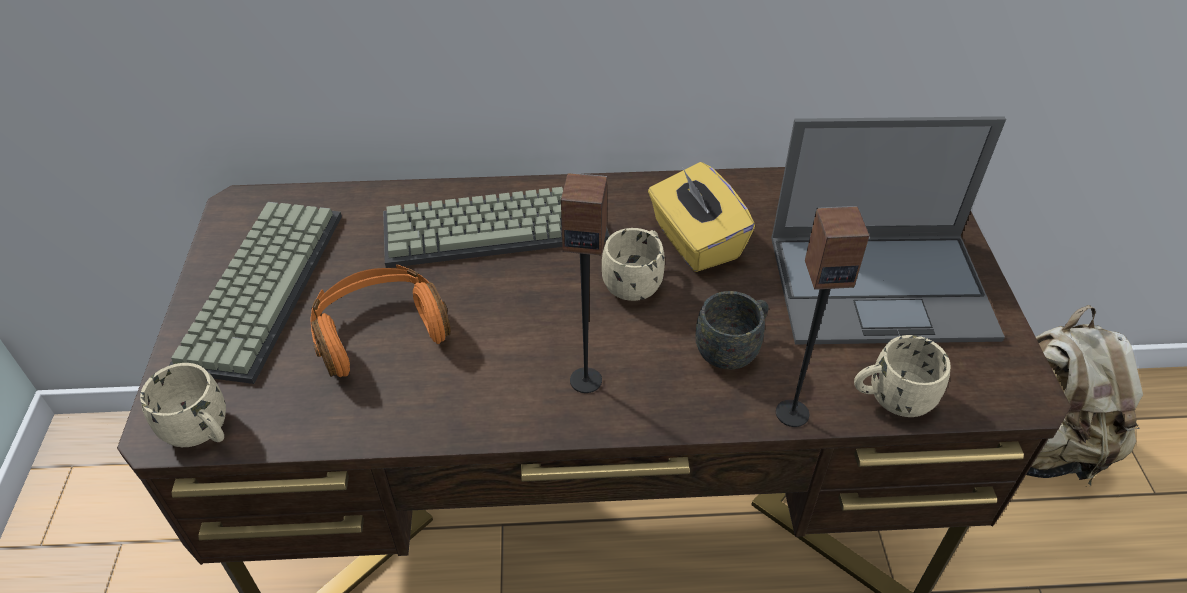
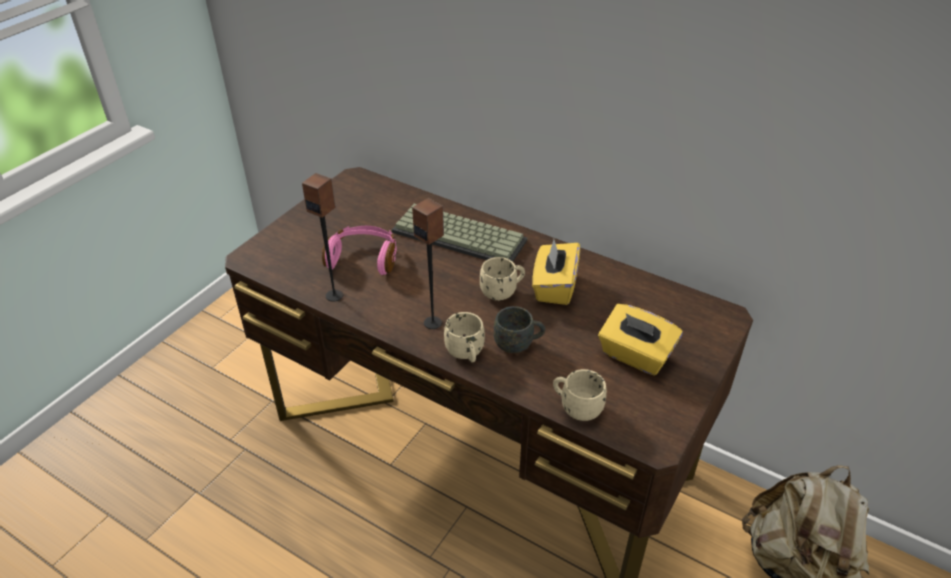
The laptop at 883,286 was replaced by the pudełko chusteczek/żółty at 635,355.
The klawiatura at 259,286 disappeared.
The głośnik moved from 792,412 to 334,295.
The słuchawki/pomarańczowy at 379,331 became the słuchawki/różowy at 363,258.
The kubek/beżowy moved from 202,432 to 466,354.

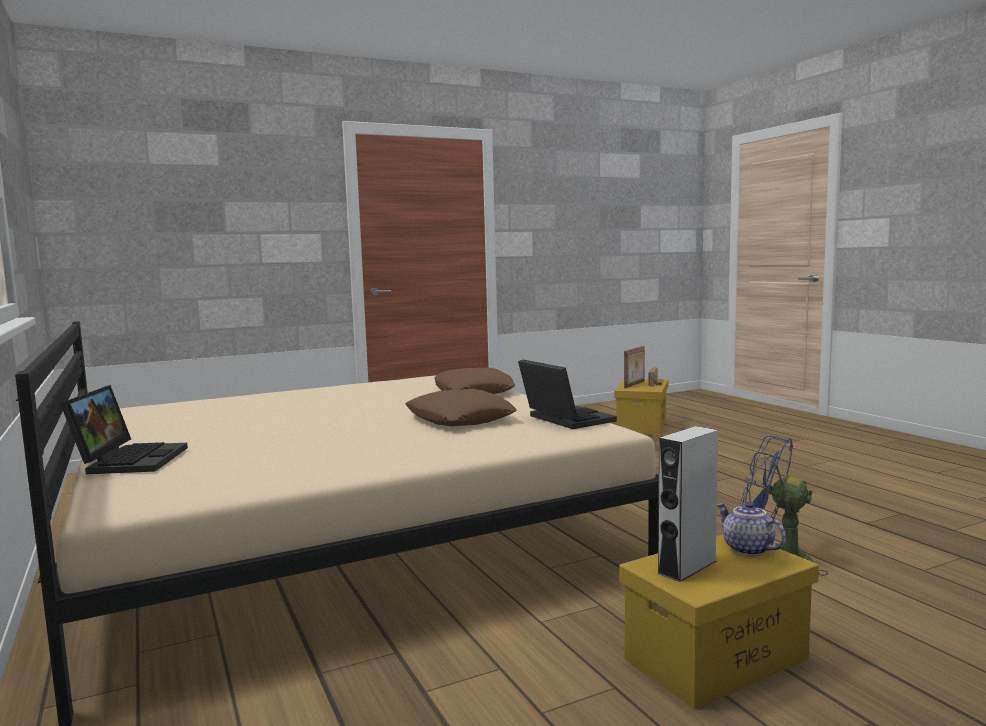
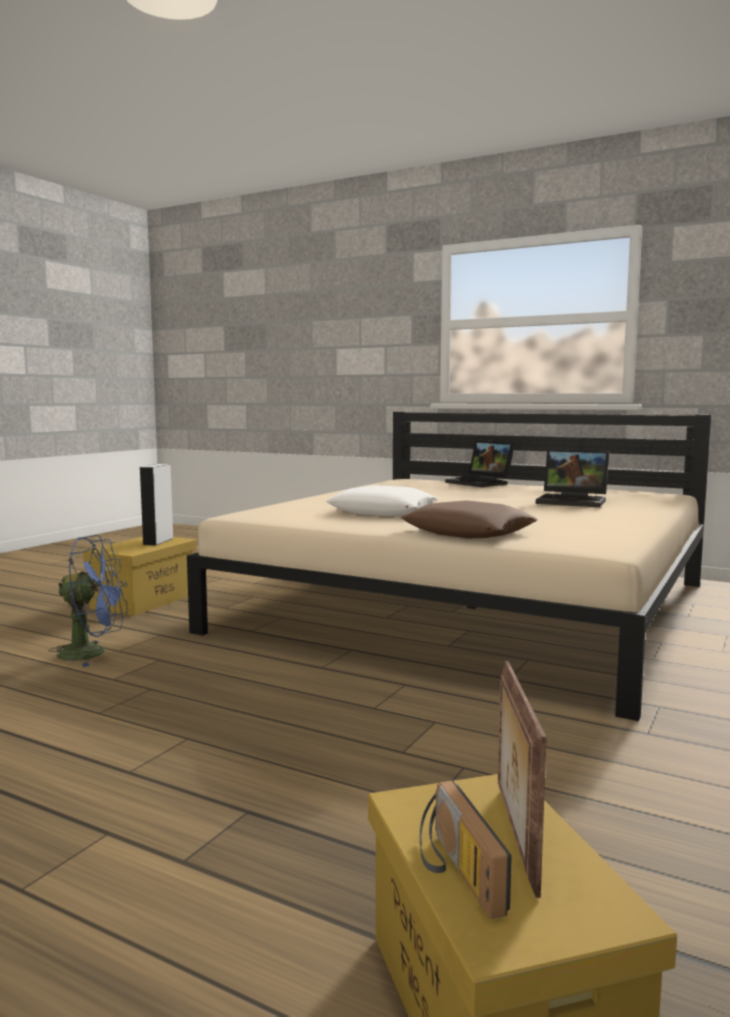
The laptop moved from 563,419 to 574,501.
The poduszka/brązowy at 459,419 became the poduszka/biały at 382,511.
The imbryk at 747,549 disappeared.

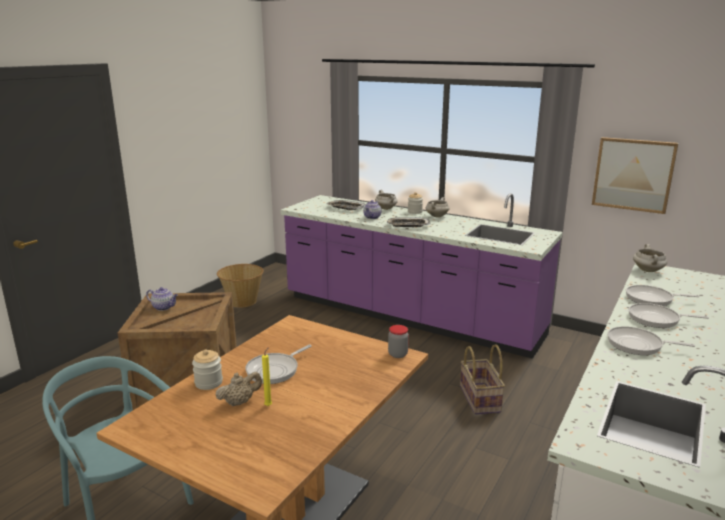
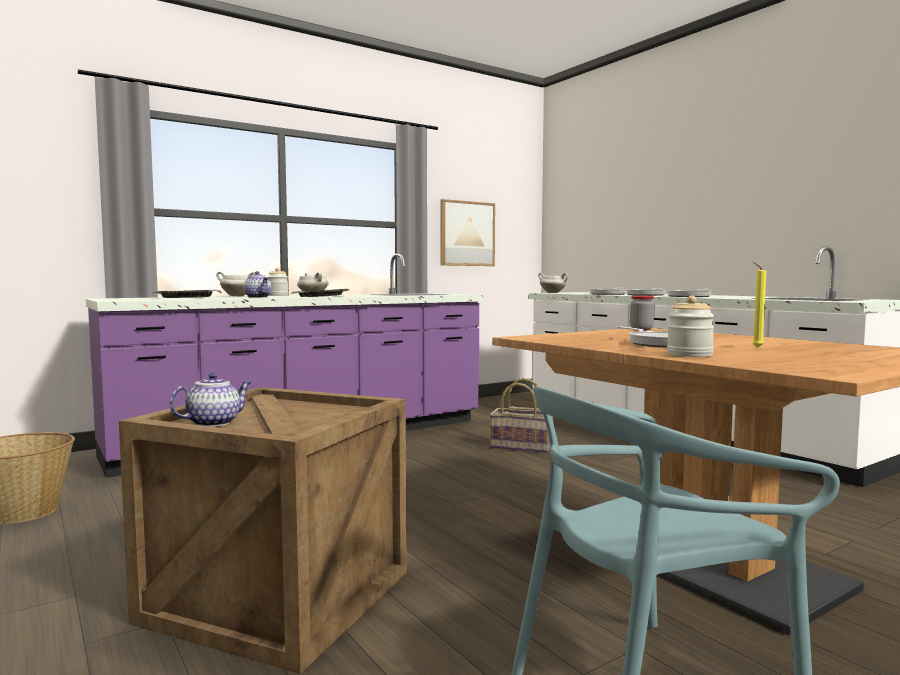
The imbryk/beżowy at 240,402 disappeared.

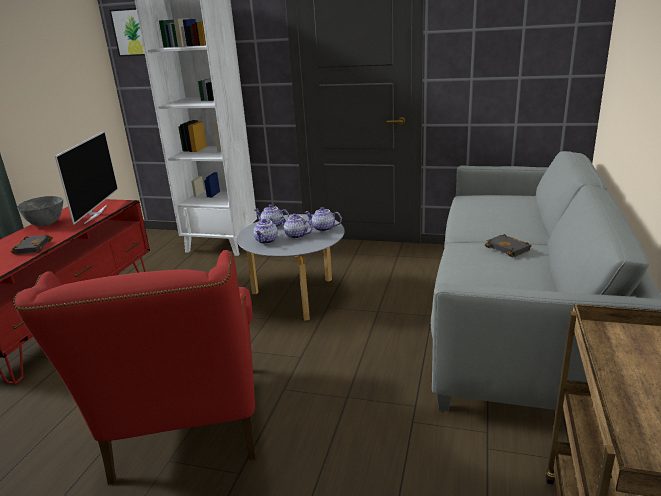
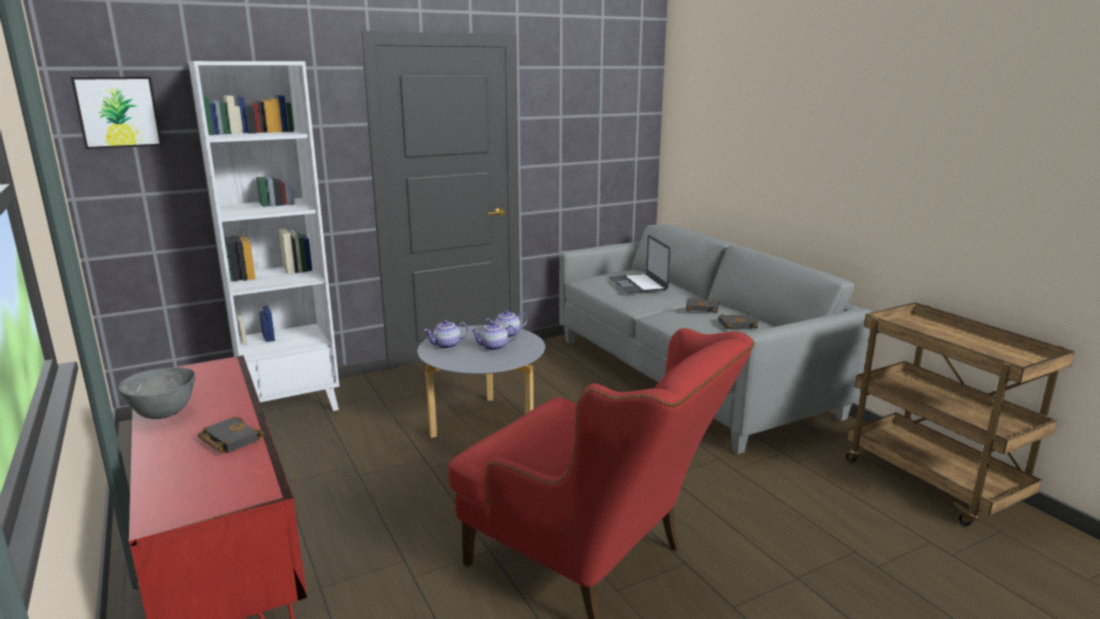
The telewizor at 95,214 disappeared.
The imbryk at 266,241 disappeared.
The laptop at 638,284 appeared.
The książka/czarny at 738,324 appeared.

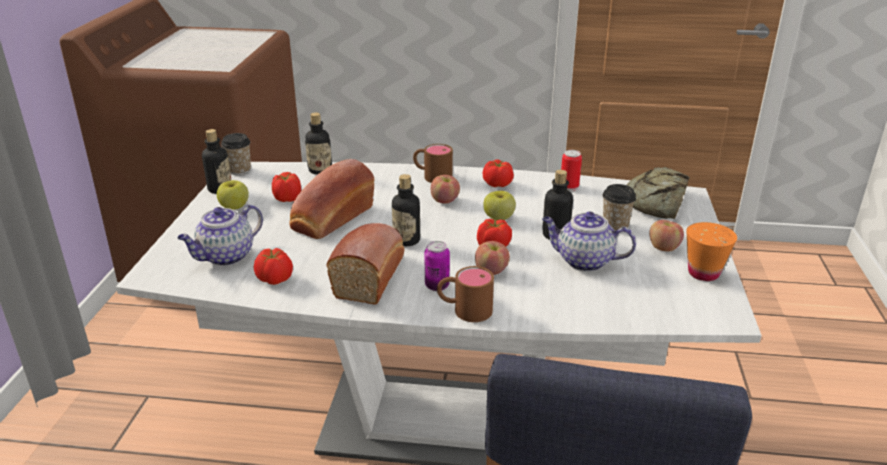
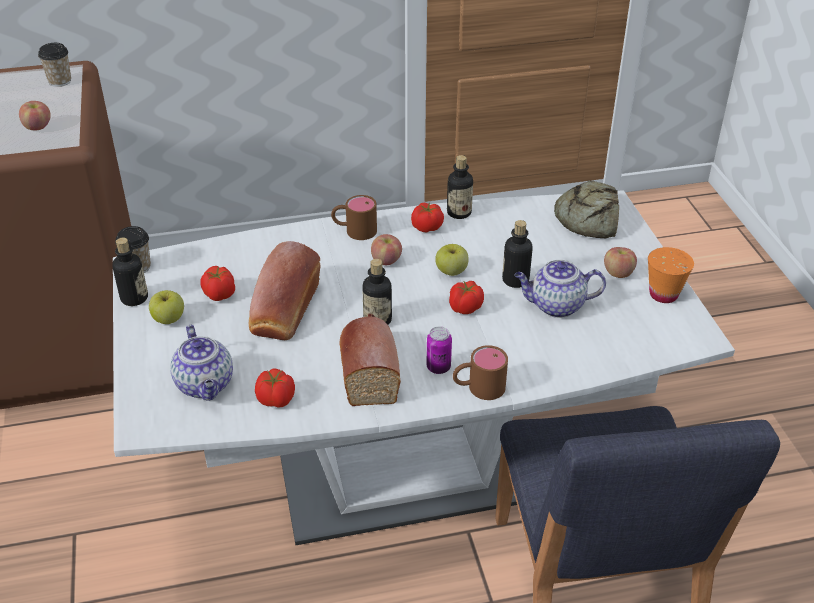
The butelka moved from 320,170 to 459,213.
The puszka at 569,187 disappeared.
The filiżanka moved from 615,226 to 60,81.
The imbryk at 225,257 turned 45 degrees counterclockwise.
The jabłko moved from 491,271 to 38,127.

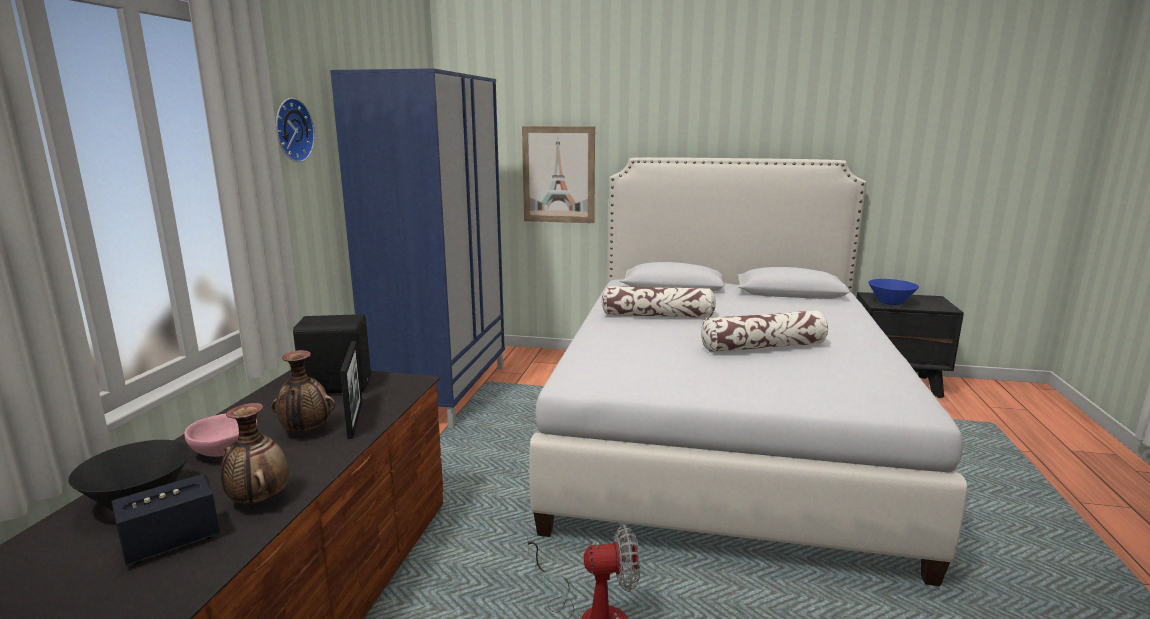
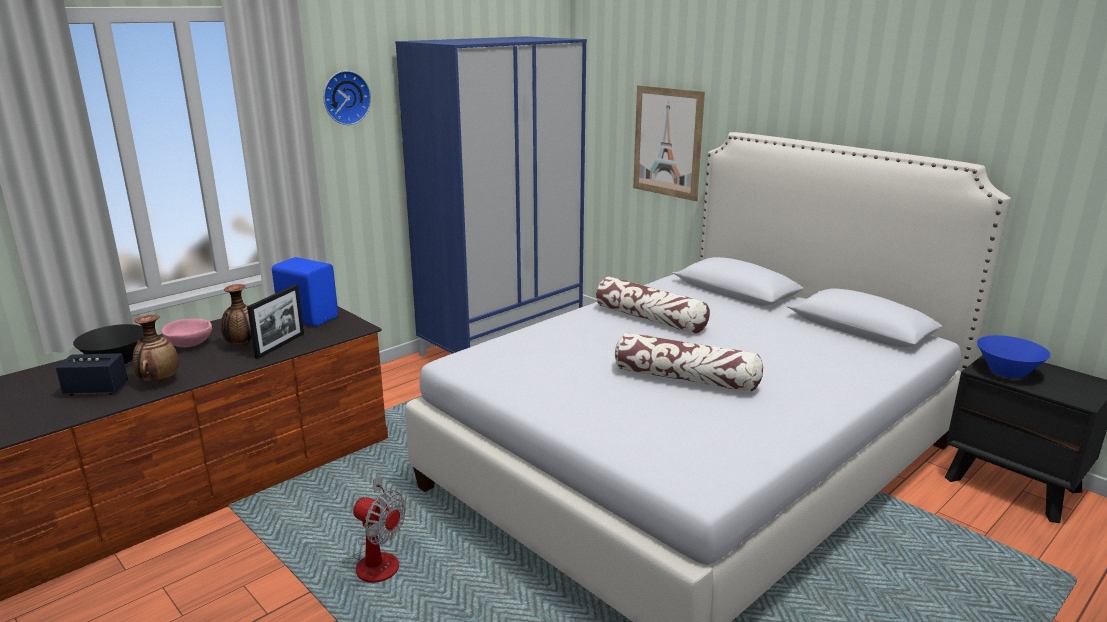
The głośnik/czarny at 336,386 became the głośnik/niebieski at 309,317.

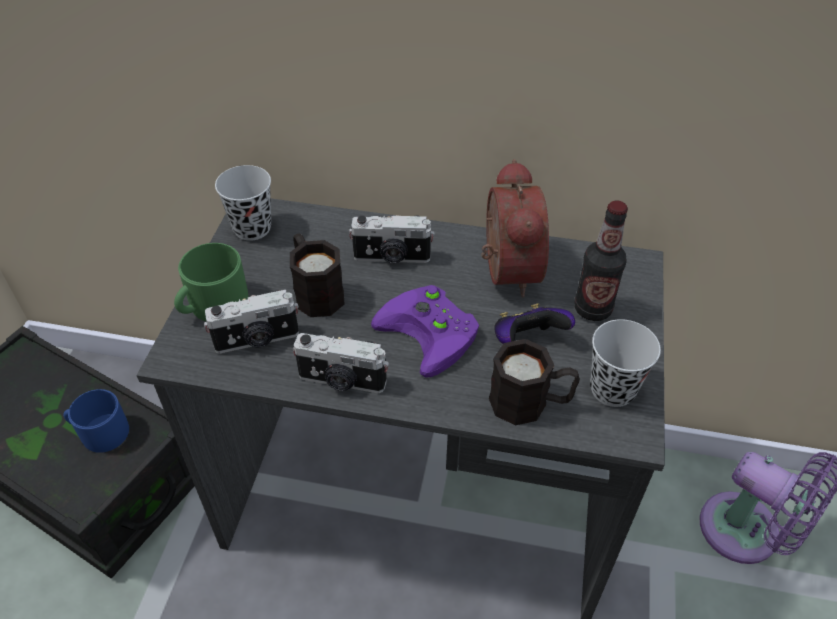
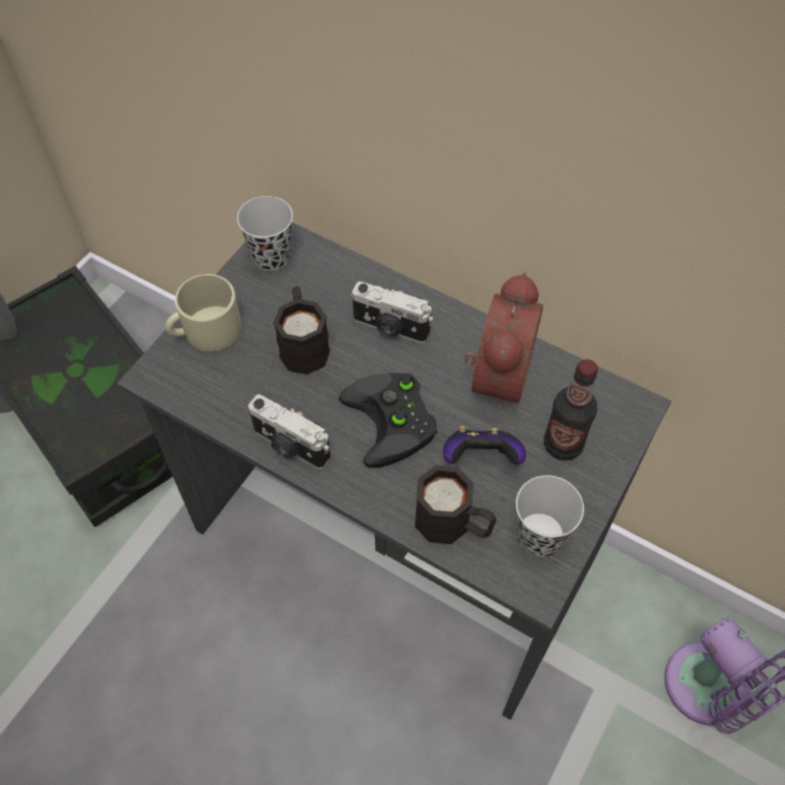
The kubek/zielony at 213,305 became the kubek/beżowy at 206,331.
The pad do gier/fioletowy at 433,333 became the pad do gier/czarny at 394,422.
The aparat fotograficzny at 257,340 disappeared.
The kubek/niebieski at 99,432 disappeared.

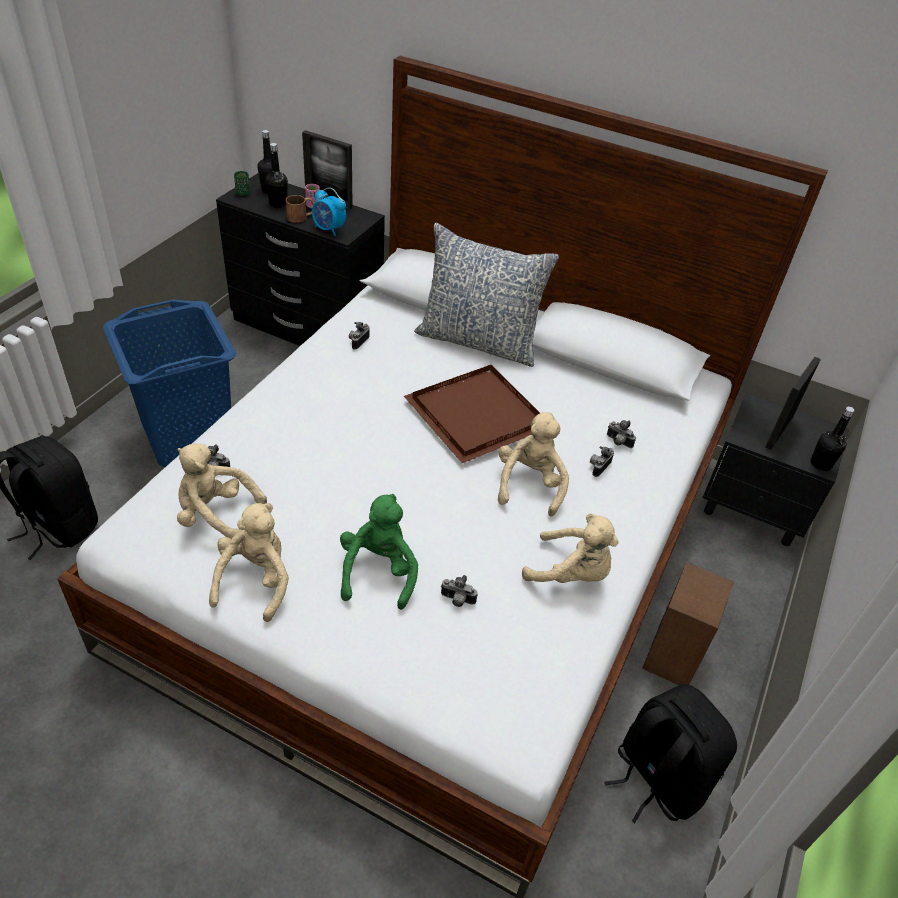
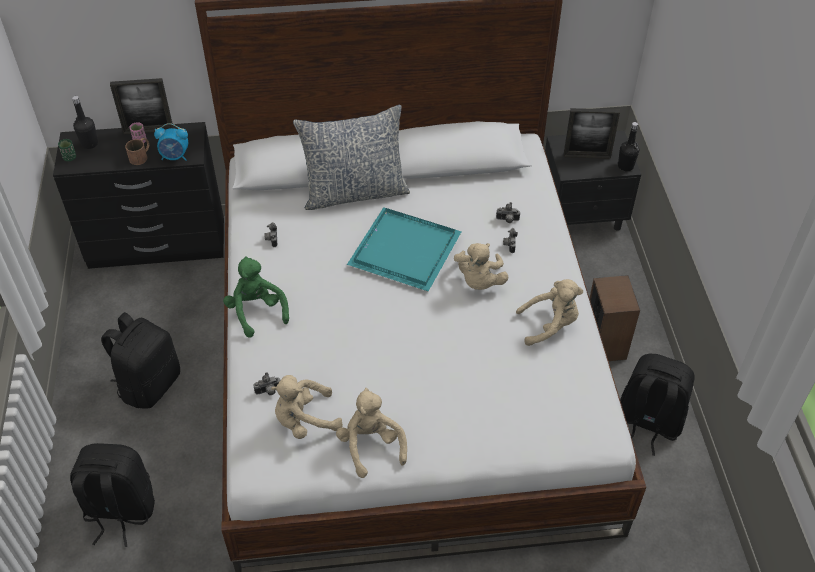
The butelka/czarny at 278,204 disappeared.
The kosz na pranie/niebieski at 188,435 was replaced by the plecak/czarny at 149,384.
The ramka na zdjęcie at 779,432 turned 90 degrees counterclockwise.
The taca/brązowy at 477,413 became the taca/turkusowy at 404,249.
The pluszak/beżowy at 530,484 turned 150 degrees counterclockwise.
The pluszak/zielony moved from 378,572 to 256,311.
The aparat fotograficzny at 457,600 disappeared.

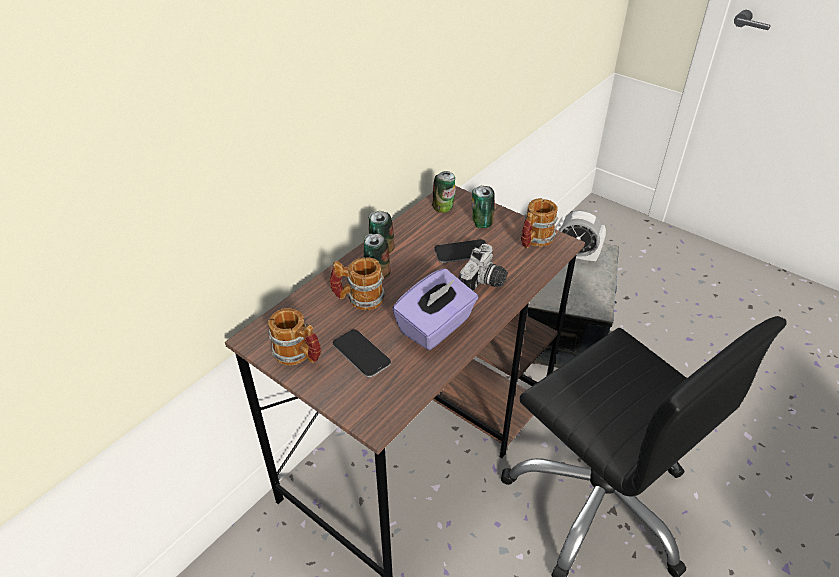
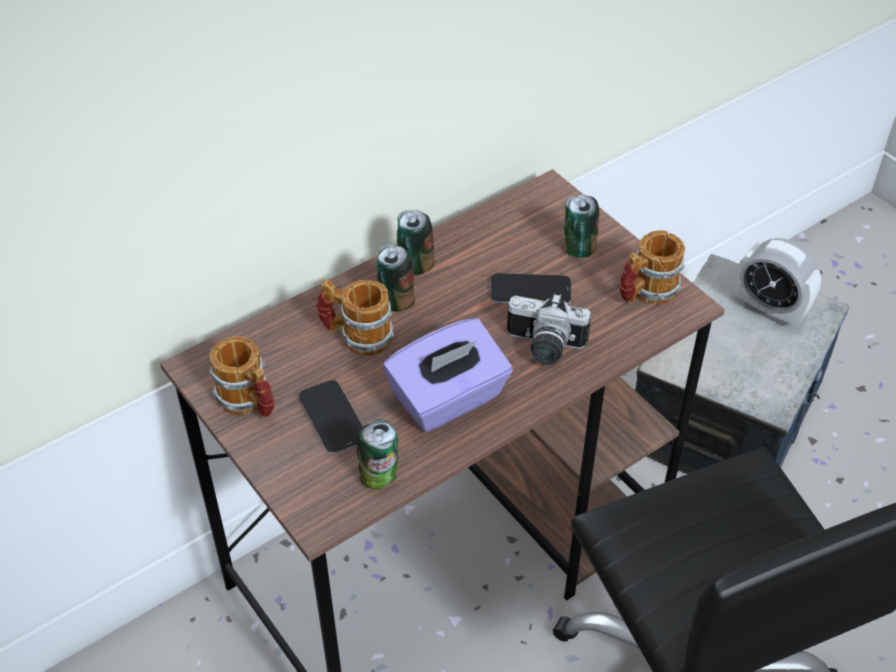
The puszka moved from 444,208 to 379,477.
The aparat fotograficzny at 484,284 turned 60 degrees clockwise.

